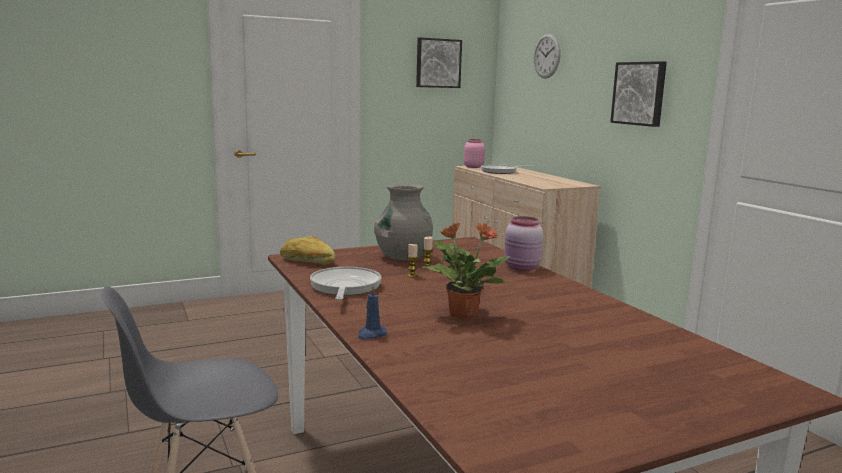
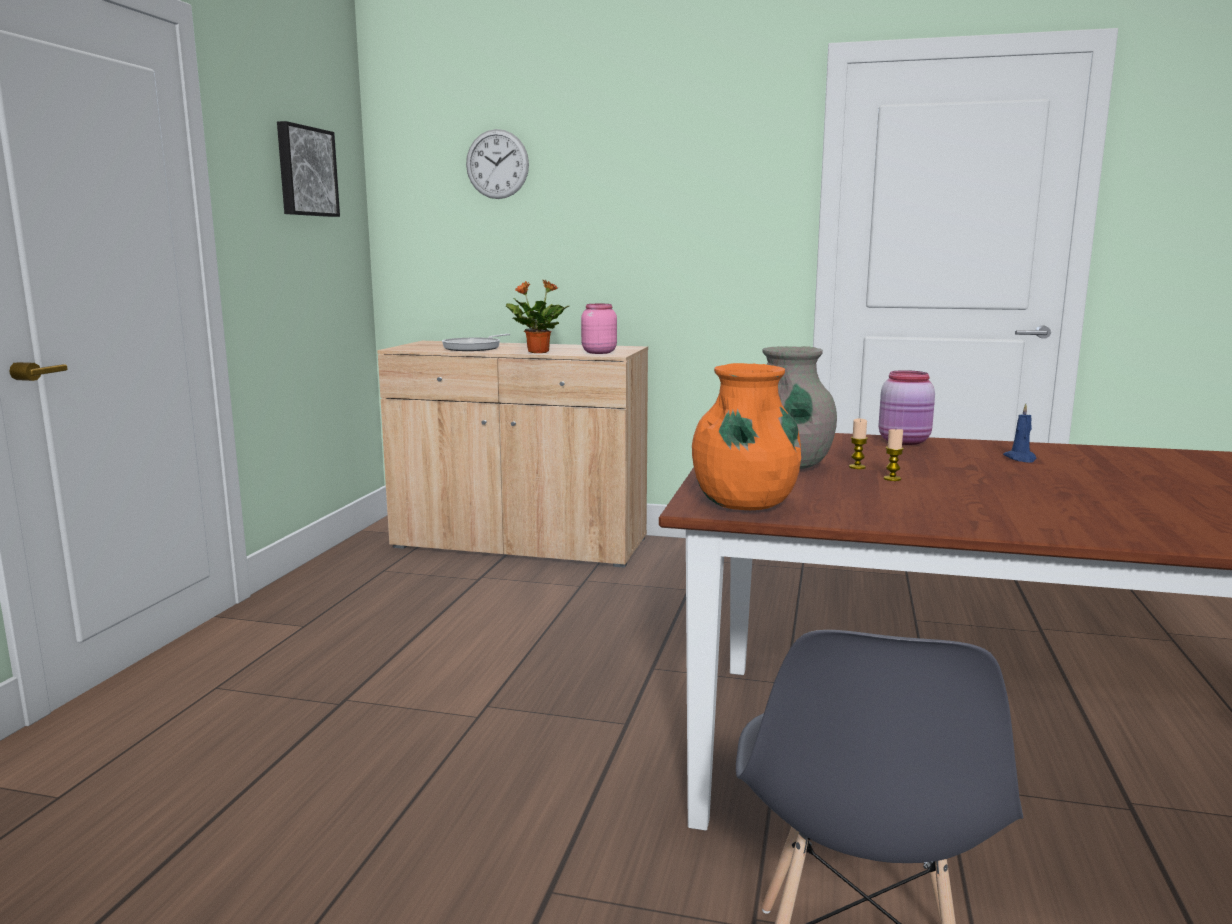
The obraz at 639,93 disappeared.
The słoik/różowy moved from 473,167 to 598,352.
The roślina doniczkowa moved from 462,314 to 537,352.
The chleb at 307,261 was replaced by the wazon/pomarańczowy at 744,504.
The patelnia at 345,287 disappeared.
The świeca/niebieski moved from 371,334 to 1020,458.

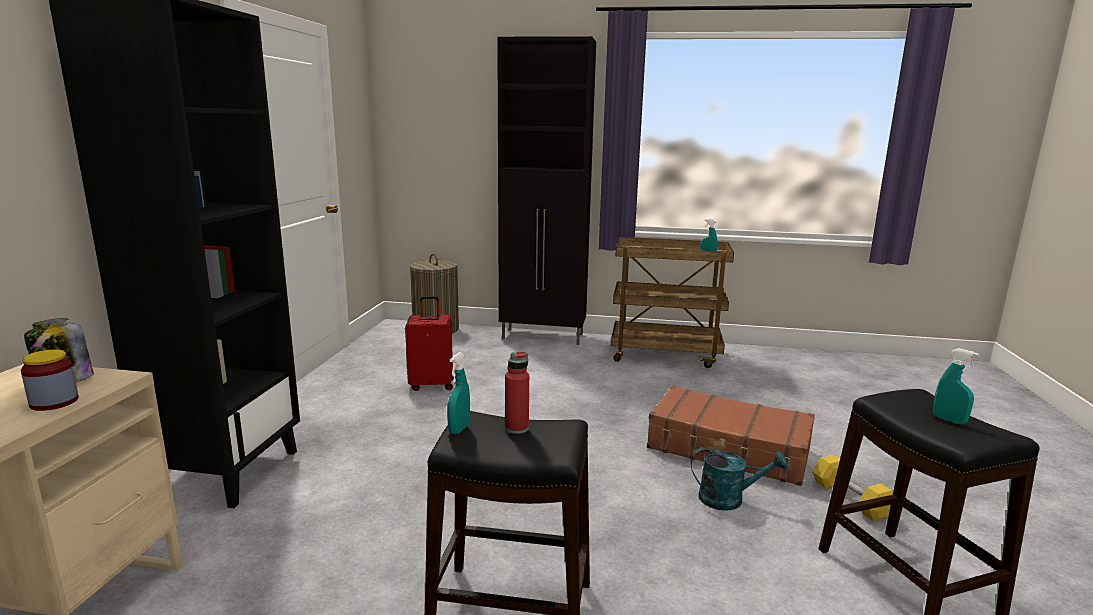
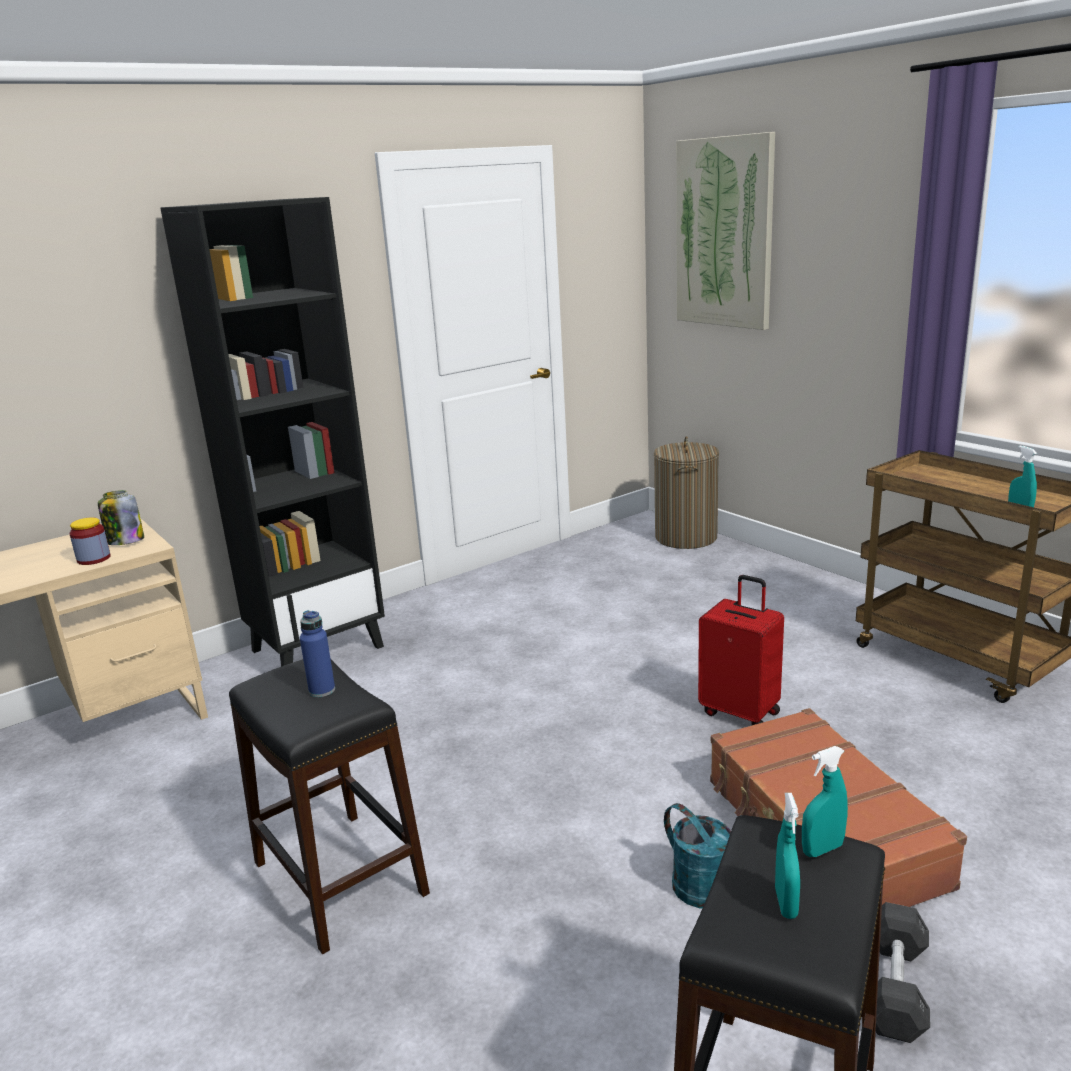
The szafka/czarny at 544,337 disappeared.
The walizka/czerwony moved from 432,385 to 741,712.
The spryskiwacz/turkusowy moved from 459,429 to 822,849.
The butelka/czerwony at 516,428 became the butelka/niebieski at 322,690.
The hantel/żółty at 849,499 became the hantel/szary at 895,988.
The obraz at 724,233 appeared.

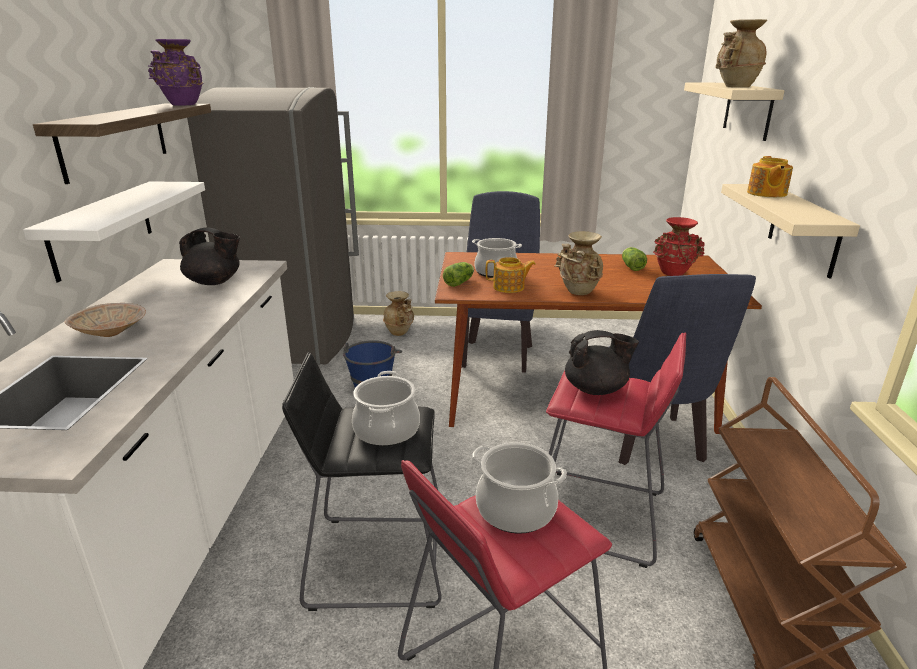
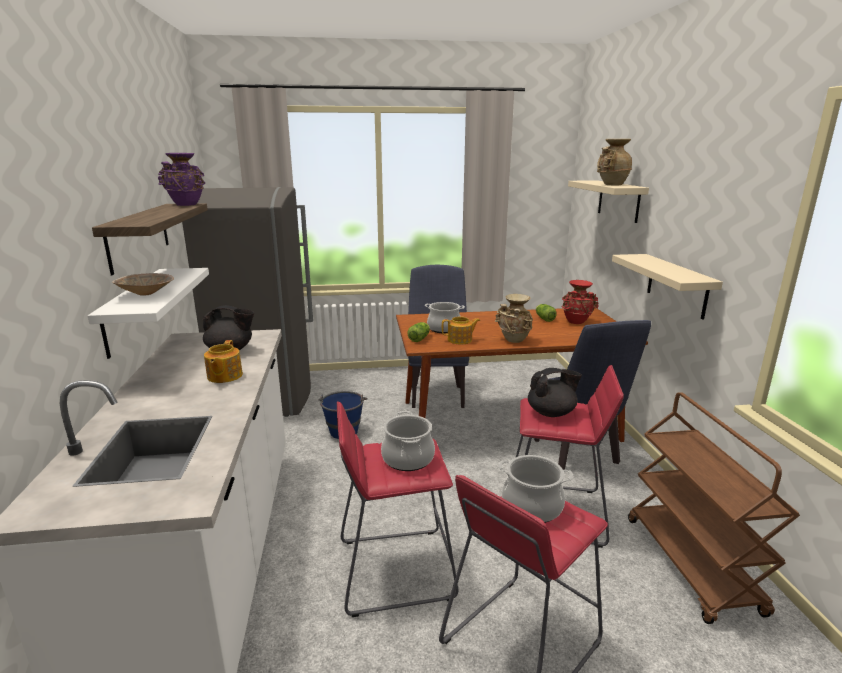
The imbryk moved from 766,193 to 224,376.
The wazon/beżowy at 400,332 disappeared.
The miska/beżowy moved from 112,334 to 147,294.
The stołek/czarny at 377,560 became the stołek/czerwony at 395,569.

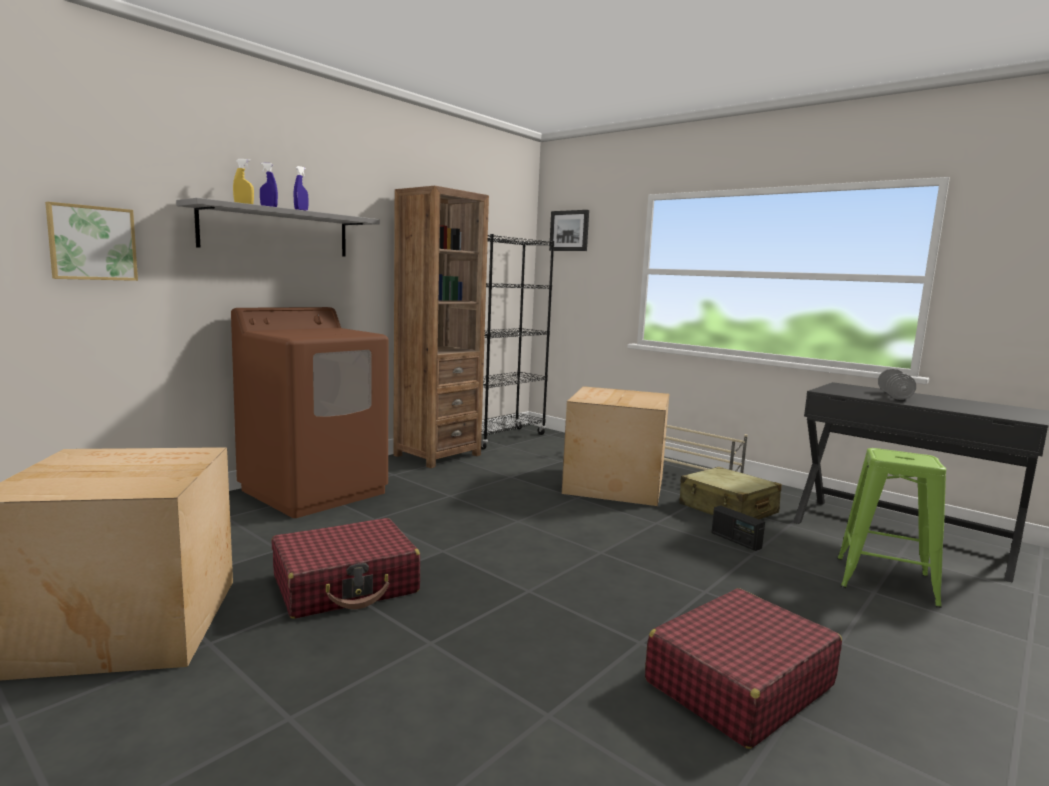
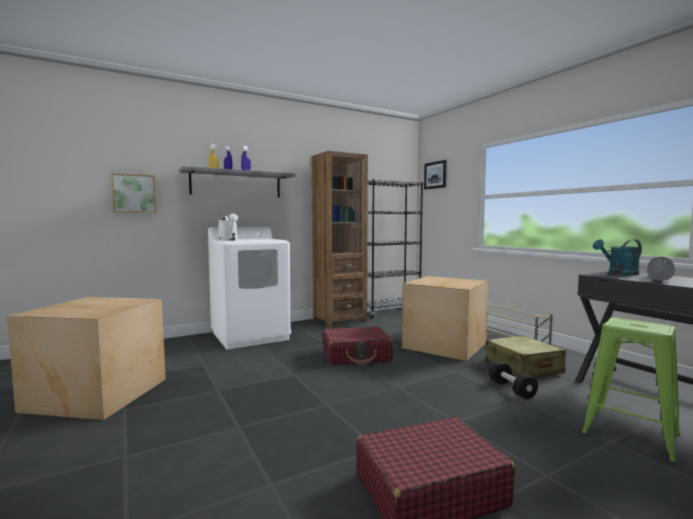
The pralka/brązowy at 314,491 became the pralka/biały at 250,336.
The radio at 735,540 was replaced by the hantel/czarny at 512,389.
The walizka/czerwony moved from 346,585 to 356,355.
The konewka/biały at 229,240 appeared.
The konewka/turkusowy at 619,274 appeared.

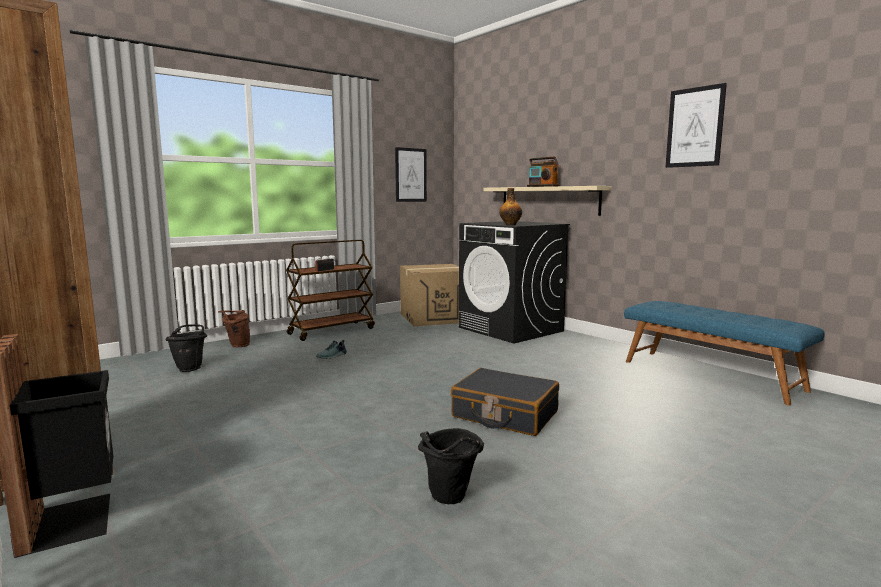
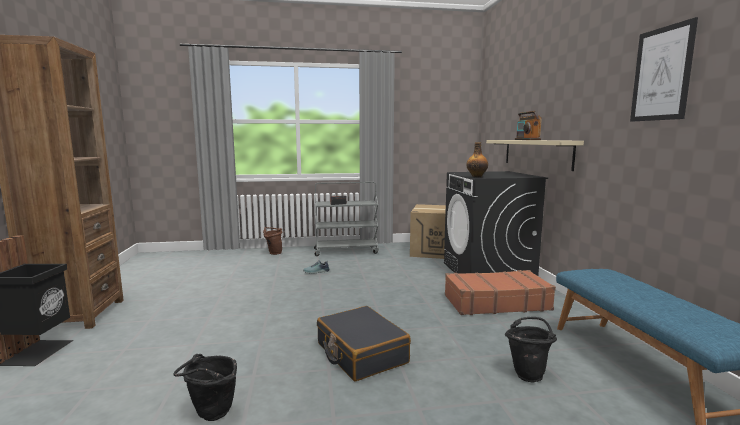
The obraz at 410,175 disappeared.
The wózek/brązowy at 332,331 became the wózek/szary at 346,251.
The wiadro/czarny moved from 190,368 to 528,373.
The walizka/brązowy at 496,302 appeared.

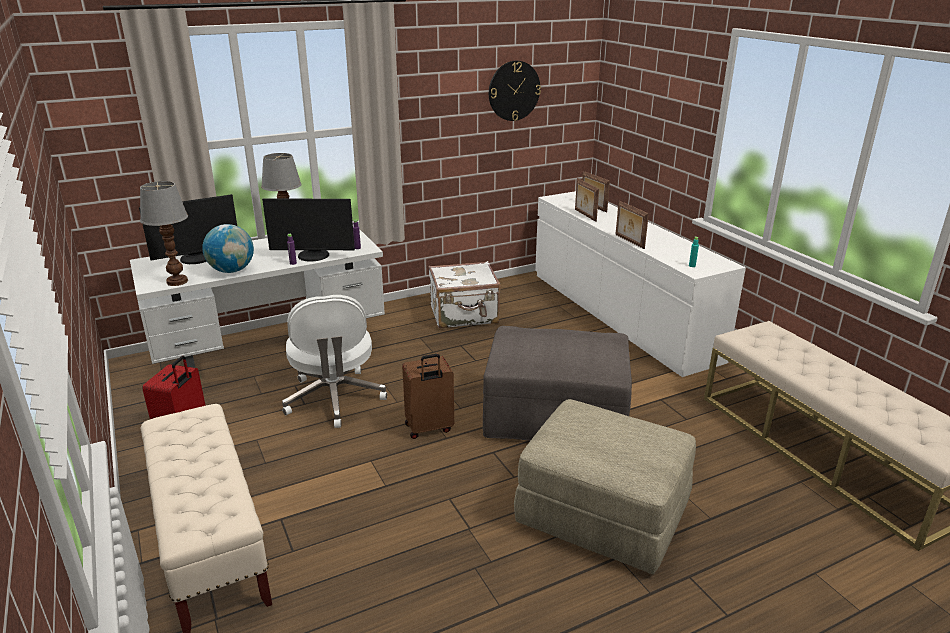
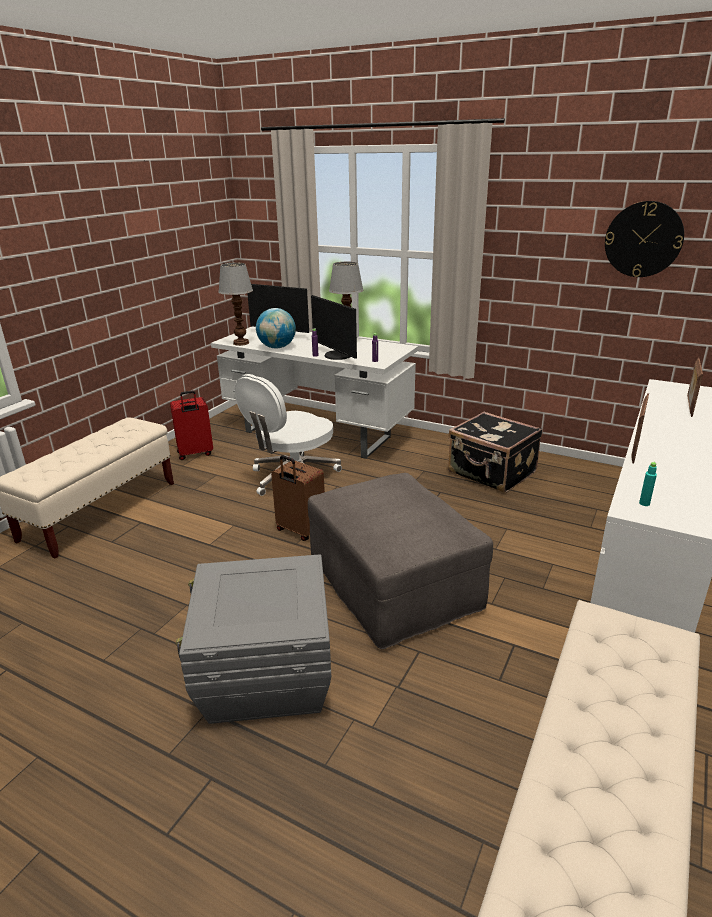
The ramka na zdjęcie at 584,215 disappeared.
The walizka/biały at 464,315 became the walizka/czarny at 491,473.
The pufa/beżowy at 603,514 was replaced by the pojemnik do przechowywania/szary at 265,676.

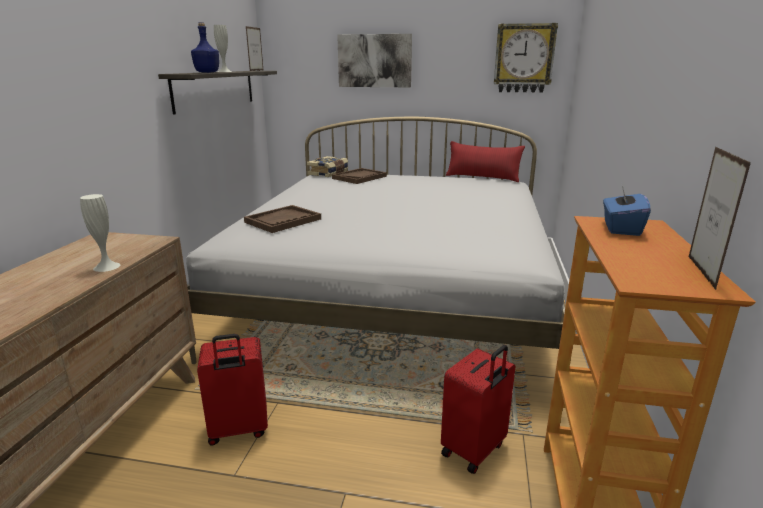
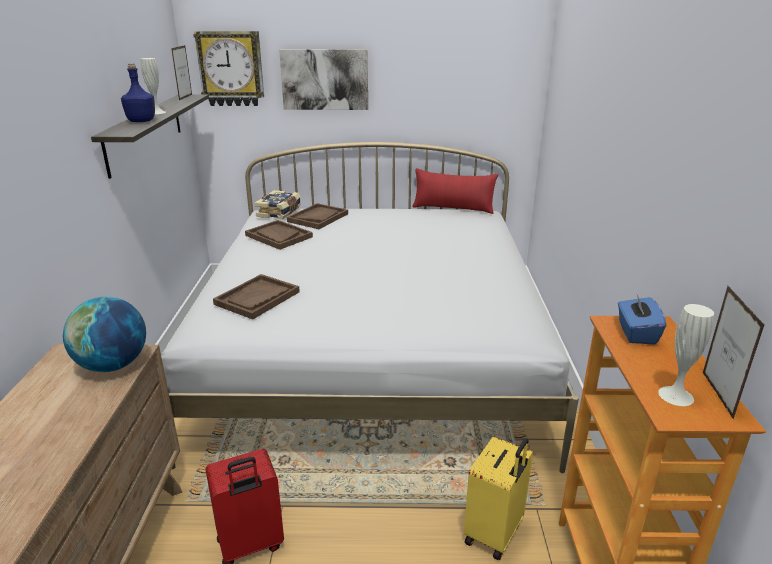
The zegar ścienny moved from 524,58 to 231,69.
The wazon/biały moved from 107,266 to 676,395.
The walizka/czerwony at 474,450 became the walizka/żółty at 495,534.
The taca/brązowy at 278,236 appeared.
The globus at 113,365 appeared.

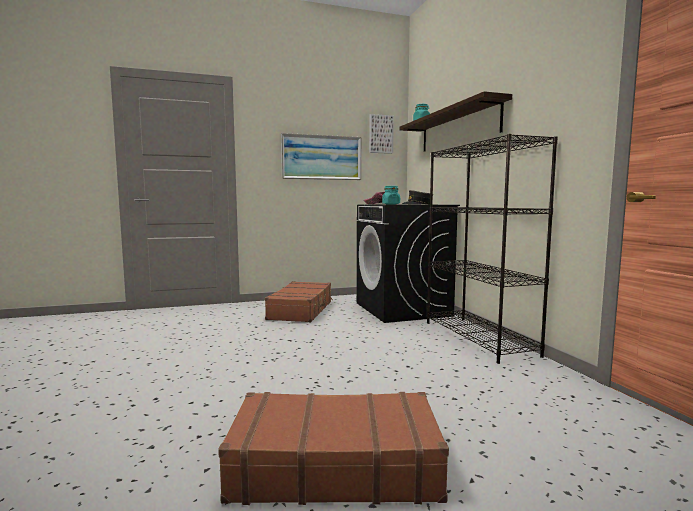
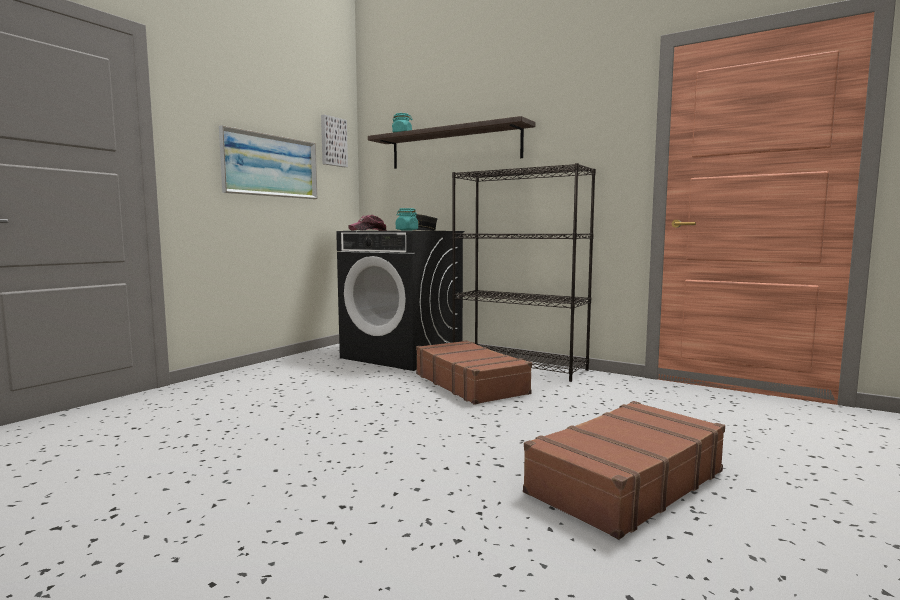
The walizka/brązowy moved from 301,310 to 470,384.

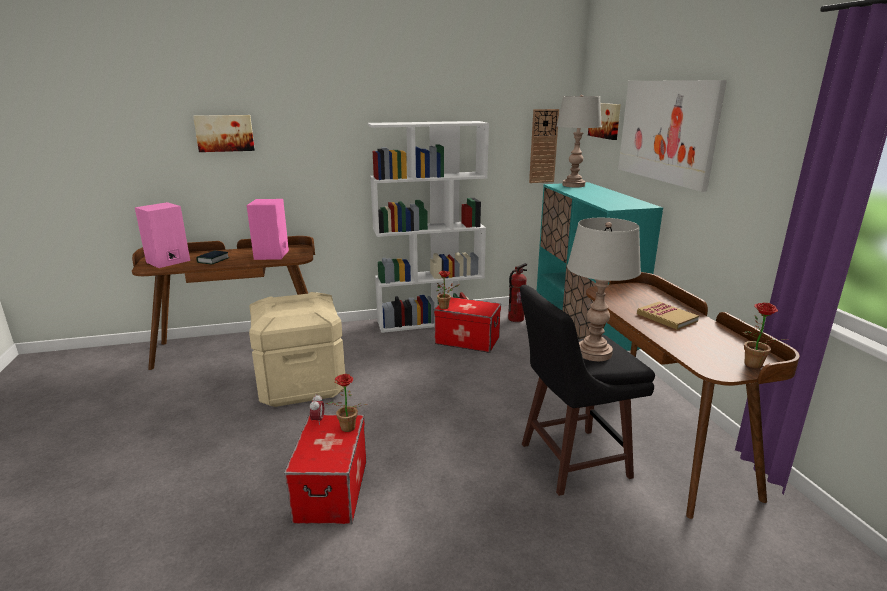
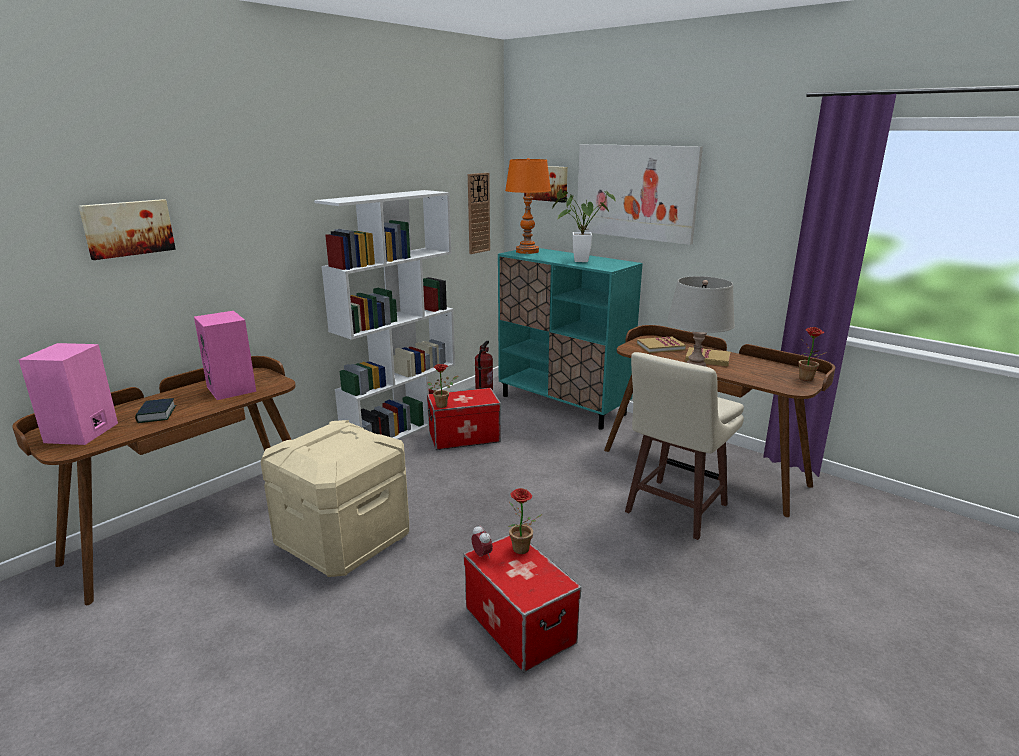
The lampa stołowa/szary at 573,185 became the lampa stołowa/pomarańczowy at 527,251.
The stołek/czarny at 571,460 became the stołek/beżowy at 674,509.
The roślina doniczkowa at 576,260 appeared.
The książka at 660,346 appeared.

